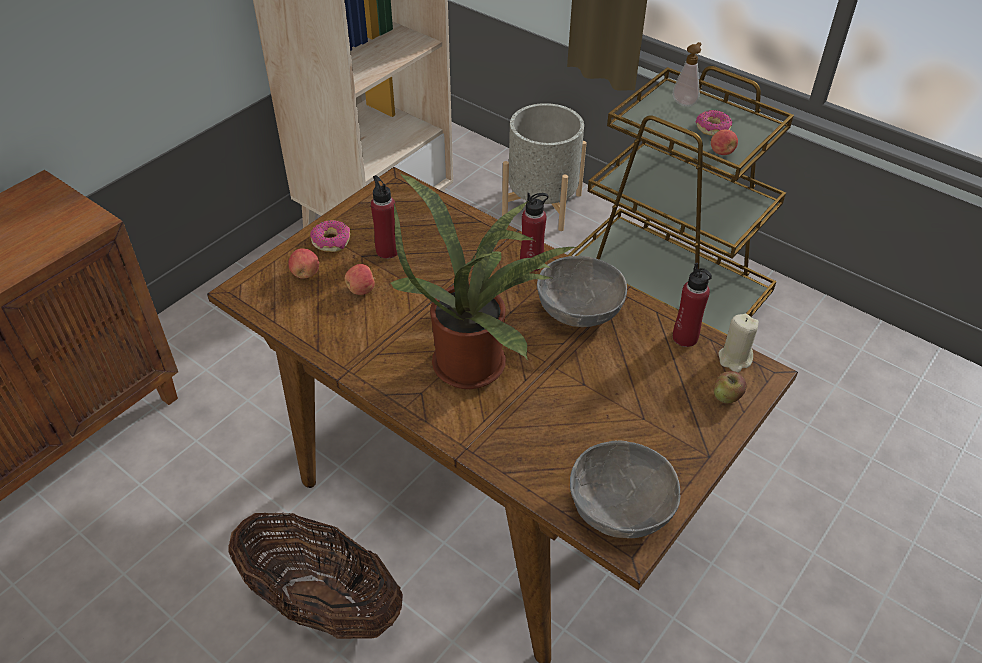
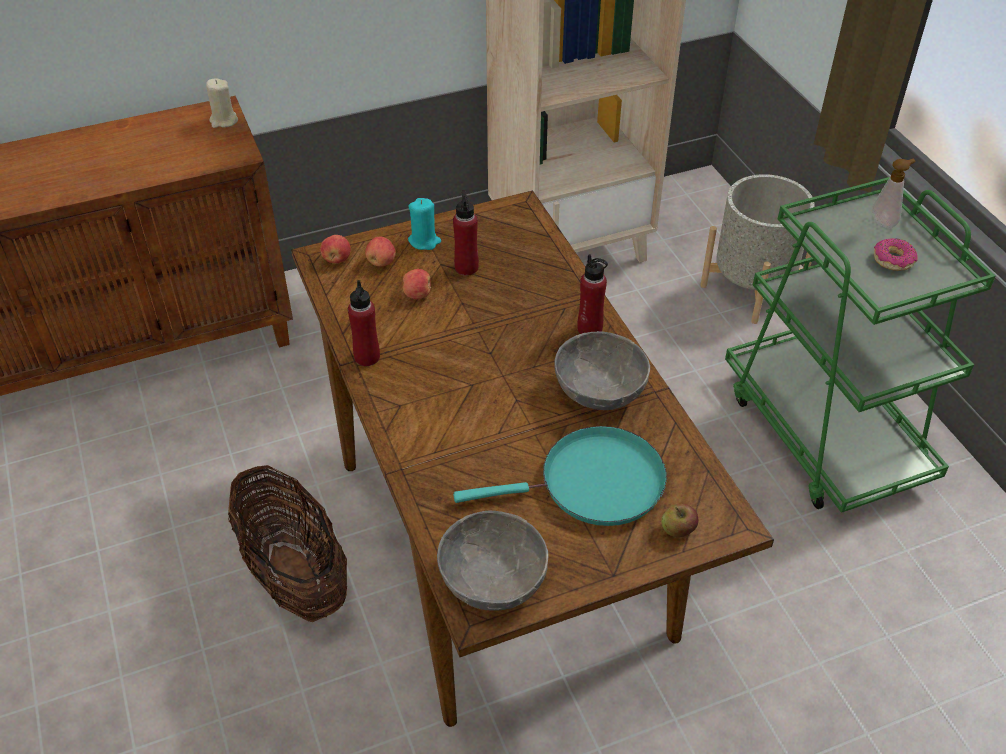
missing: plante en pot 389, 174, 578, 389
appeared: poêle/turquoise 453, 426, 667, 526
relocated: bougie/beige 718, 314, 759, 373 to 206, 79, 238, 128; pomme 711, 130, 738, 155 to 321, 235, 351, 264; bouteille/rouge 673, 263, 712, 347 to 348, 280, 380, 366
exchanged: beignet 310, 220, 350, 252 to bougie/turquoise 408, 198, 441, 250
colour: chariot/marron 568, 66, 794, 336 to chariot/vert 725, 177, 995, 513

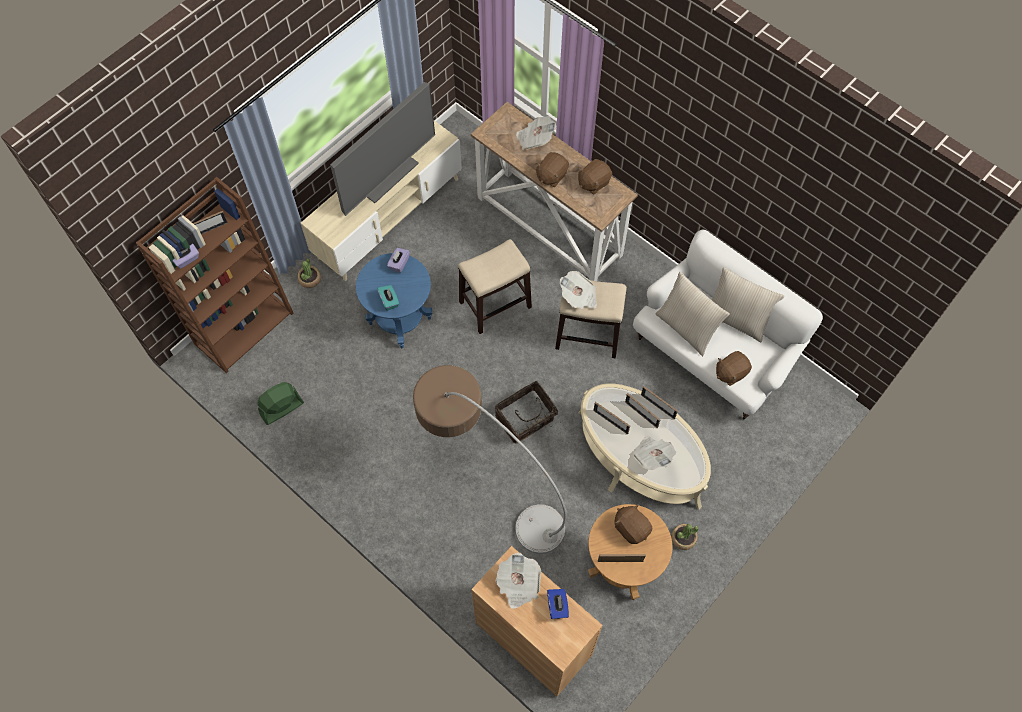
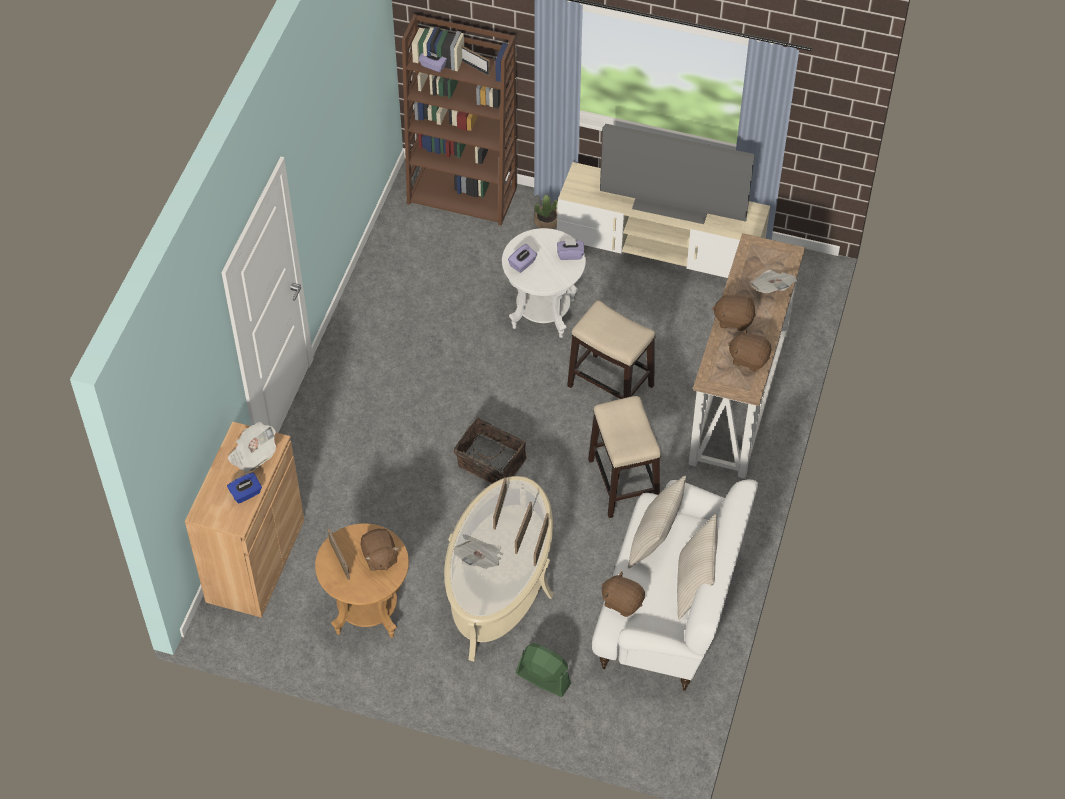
missing: lampadaire 413, 365, 567, 554; journal 560, 271, 597, 309; plante en pot 671, 524, 699, 550
relocated: ventilateur/vert 258, 382, 304, 425 to 516, 643, 571, 697
colour: table d'appoint/bleu 356, 253, 432, 348 to table d'appoint/blanc 502, 228, 586, 338; boîte à mouchoirs/turquoise 377, 285, 399, 311 to boîte à mouchoirs/violet 508, 244, 537, 273
spun: peluche/marron 614, 504, 653, 544 = 361, 529, 399, 571 135 degrees clockwise

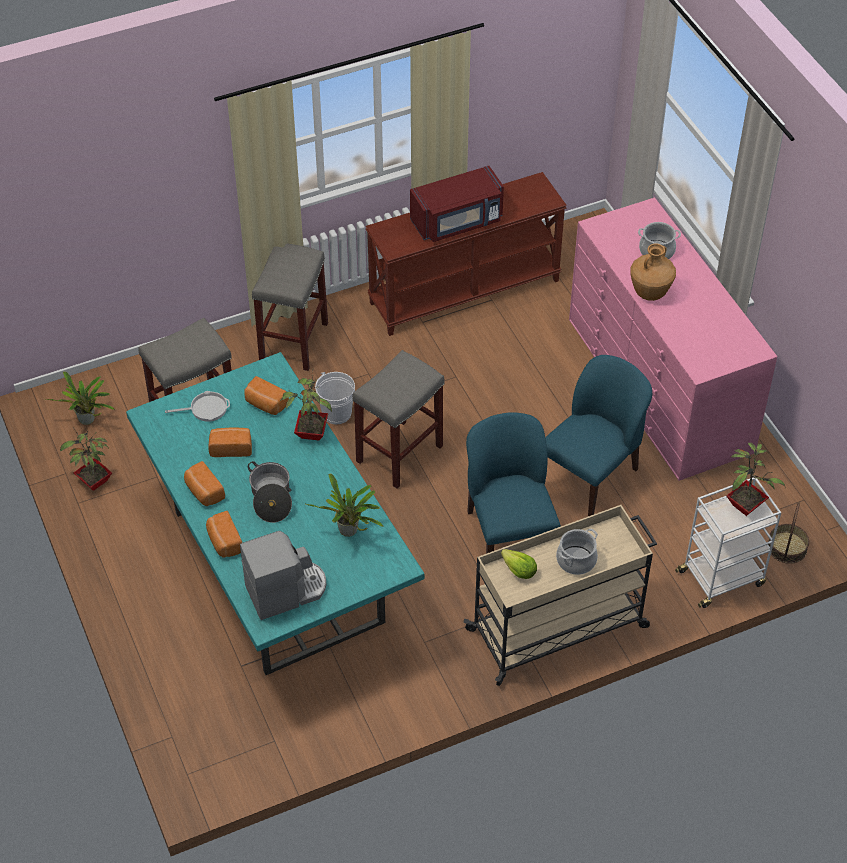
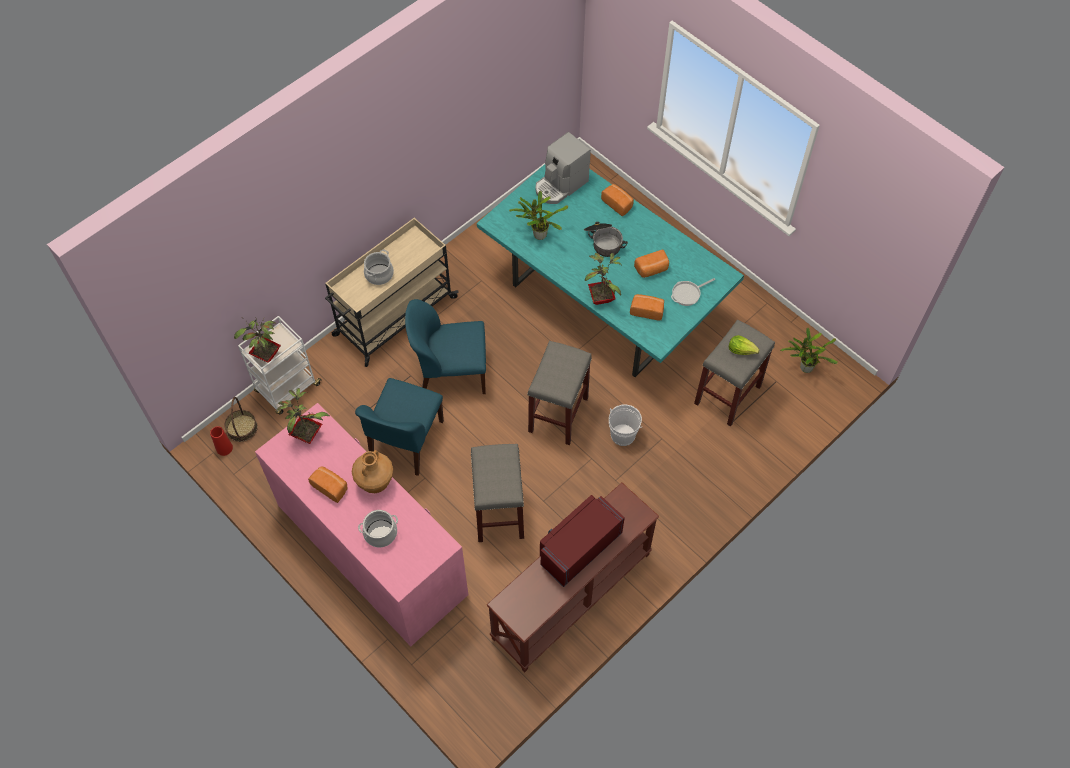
appeared: vase/rouge 210, 426, 233, 456
relocated: plante en pot 60, 427, 112, 491 to 276, 388, 330, 444; pain 184, 461, 225, 506 to 308, 466, 347, 503; tabouret/gris 252, 243, 328, 371 to 471, 444, 524, 542; laitue 501, 549, 537, 579 to 729, 335, 760, 355
spun: chaise/bleu 466, 412, 561, 554 = 405, 299, 486, 394 120 degrees clockwise

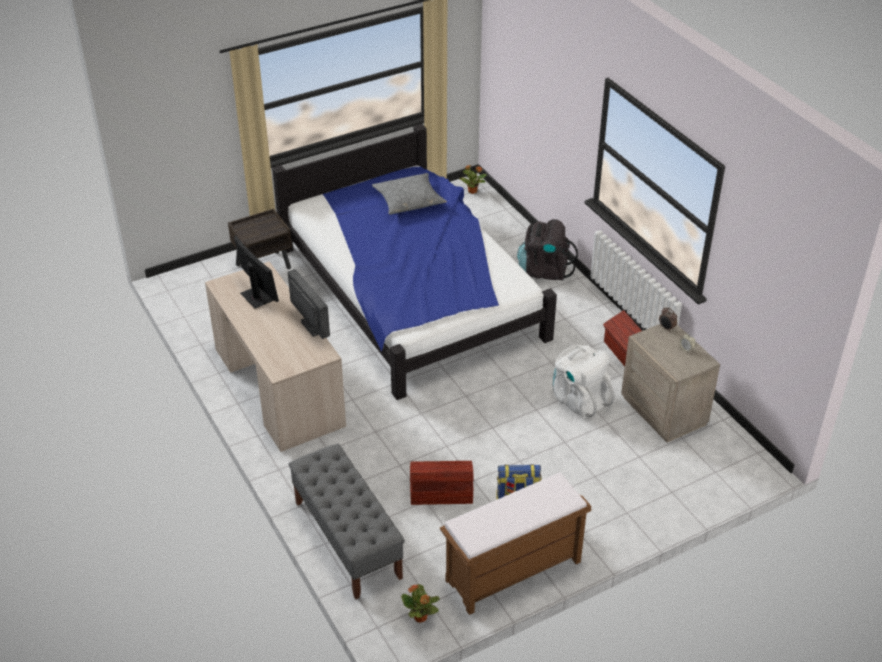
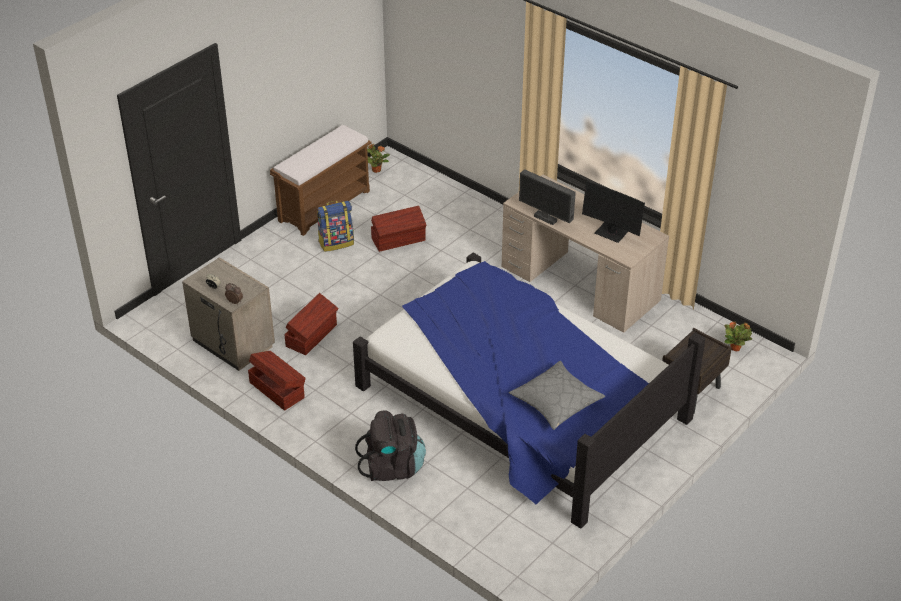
missing: banc/gris 289, 444, 405, 599
relocated: plante en pot 460, 165, 487, 194 to 724, 322, 752, 351
exchanged: sac à dos/blanc 553, 345, 615, 418 to boîte de rangement/marron 284, 293, 338, 355

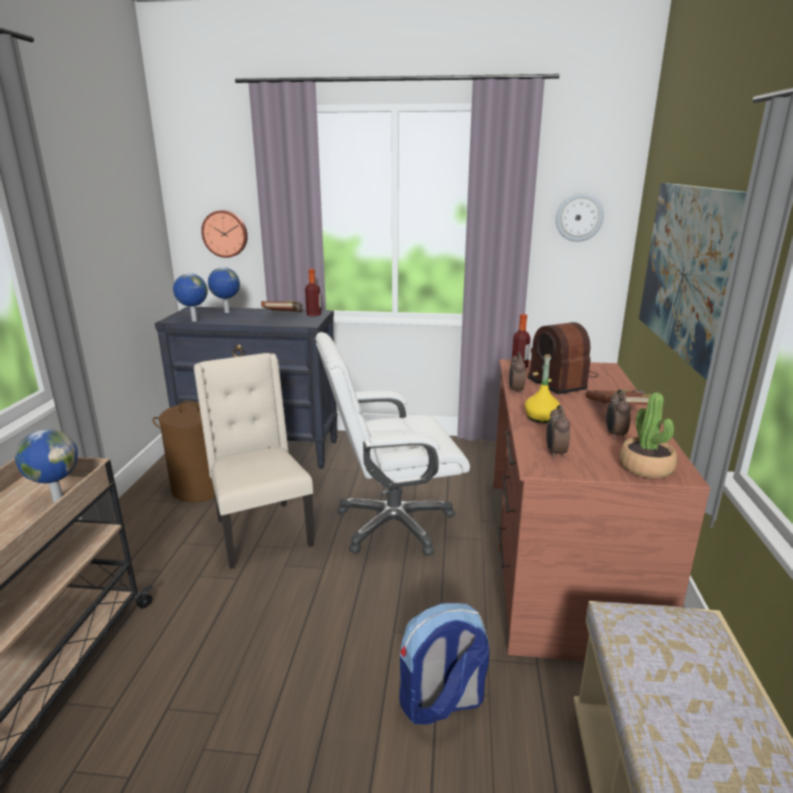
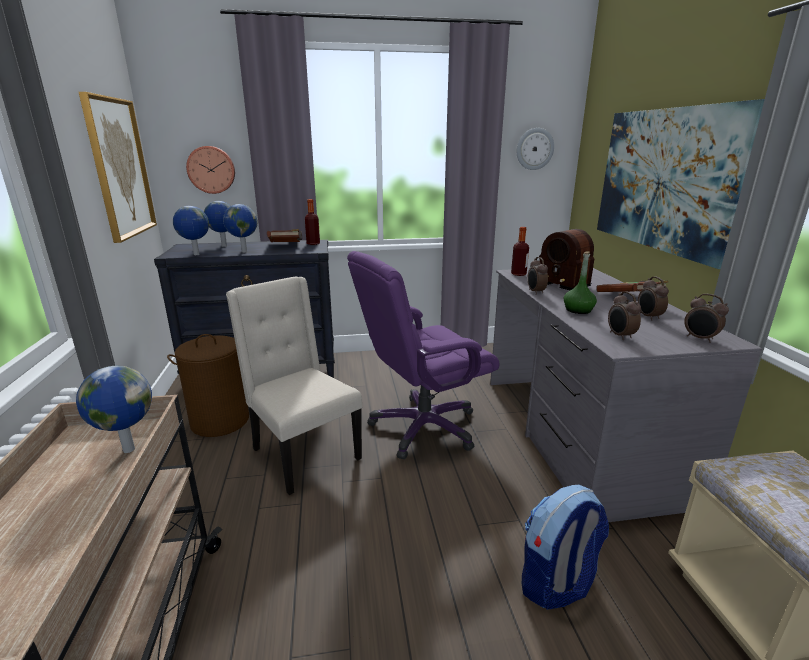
appeared: tableau 79, 92, 157, 243; globe 223, 204, 258, 253
exchanged: plante en pot 619, 393, 677, 478 to réveil 684, 294, 729, 343
colour: chaise de bureau/blanc 315, 332, 470, 556 to chaise de bureau/violet 347, 251, 500, 459; bureau/marron 493, 359, 711, 661 to bureau/gris 490, 268, 762, 522; bouteille/jaune 525, 354, 560, 423 to bouteille/vert 564, 251, 597, 314

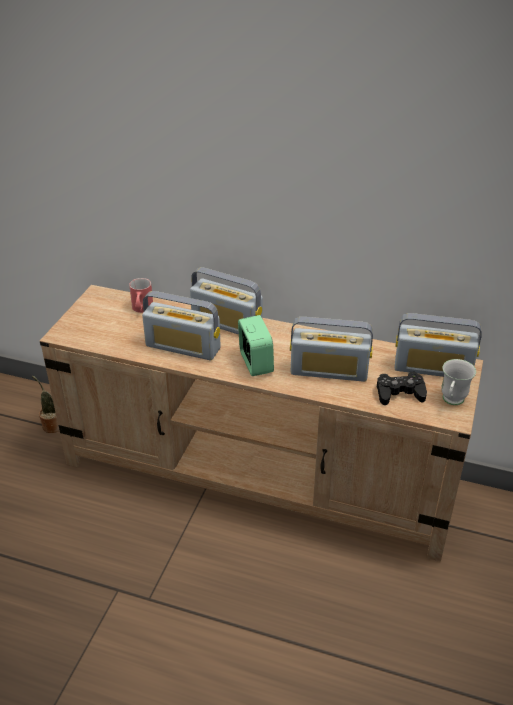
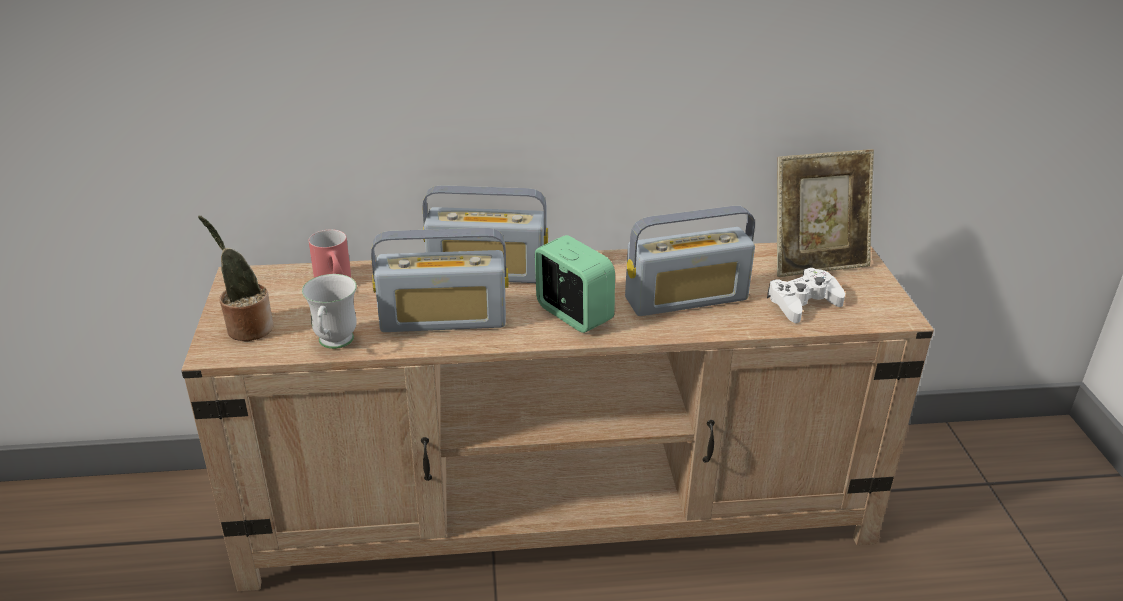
relocated: plante en pot 32, 376, 59, 433 to 198, 216, 274, 341; mug/blanc 441, 359, 476, 405 to 302, 274, 357, 349
exchanged: radio 395, 313, 482, 377 to cadre photo 777, 149, 874, 277
colour: manette/noir 377, 372, 427, 405 to manette/blanc 767, 268, 845, 323

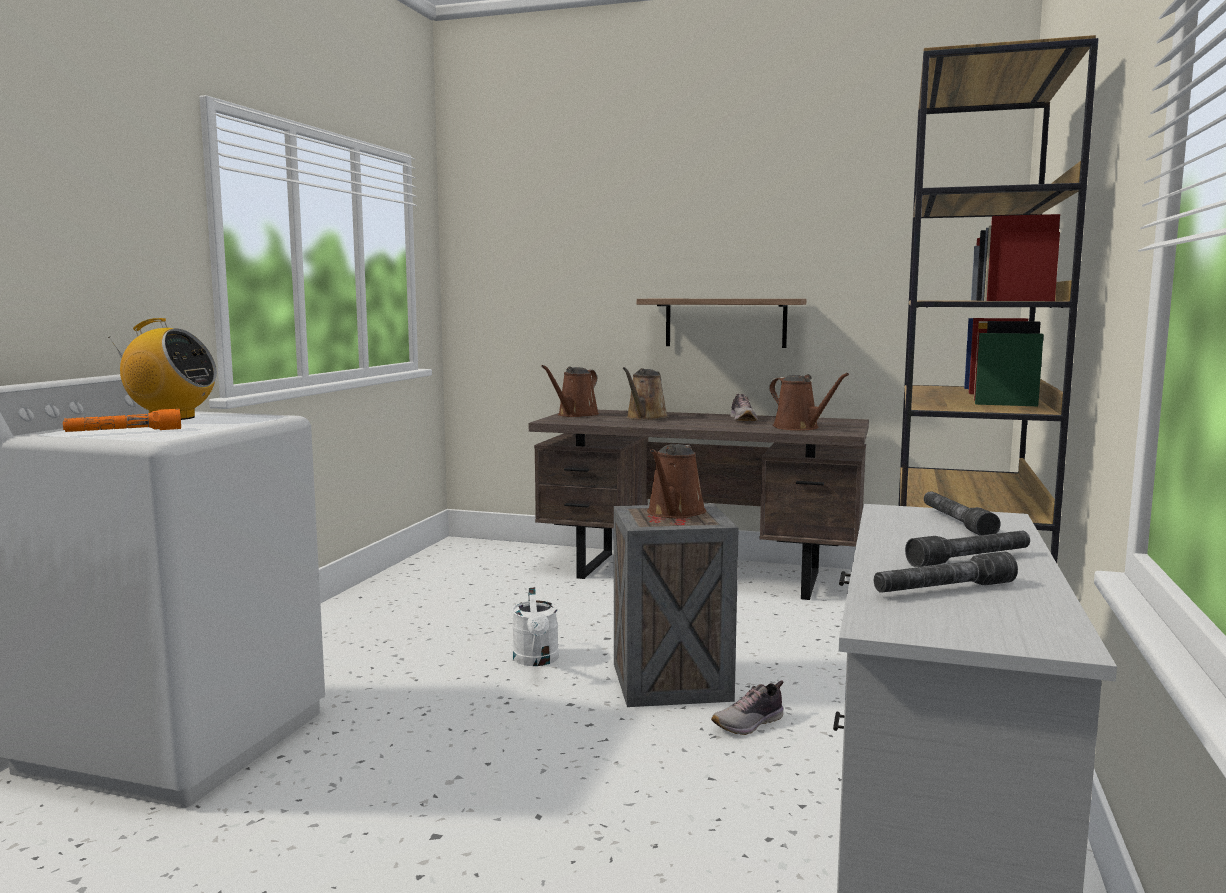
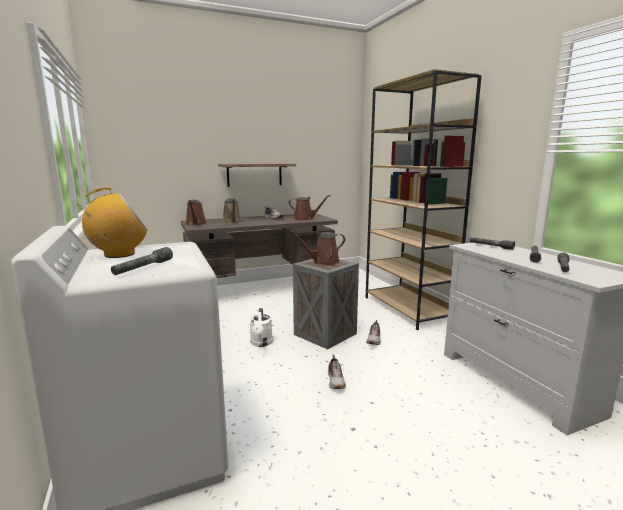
appeared: chaussure 328, 355, 346, 389
colour: lampe de poche/orange 63, 409, 181, 432 to lampe de poche/gris 111, 247, 173, 275
spun: arrosoir/blanc 512, 587, 559, 666 = 249, 308, 273, 347 45 degrees clockwise; arrosoir/marron 647, 444, 706, 518 = 291, 231, 345, 265 90 degrees clockwise

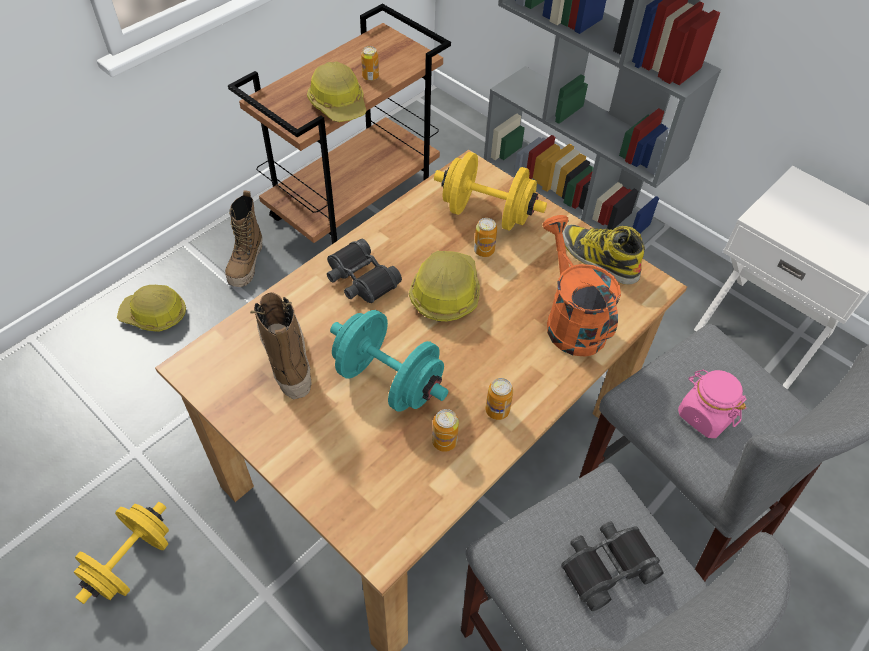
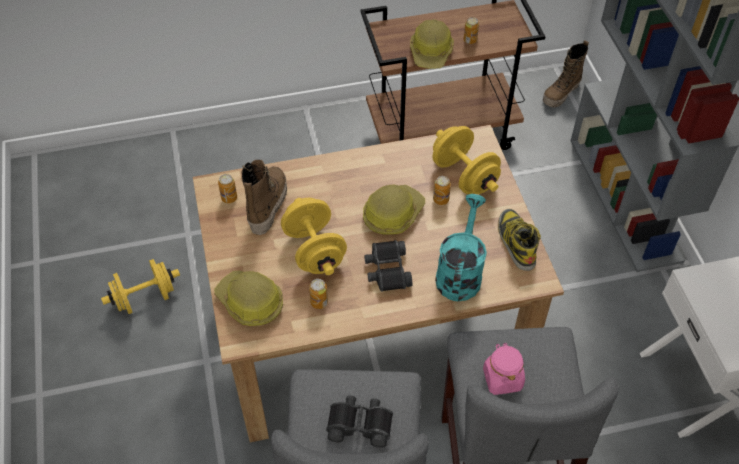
relocated: casque de chantier 117, 285, 186, 332 to 214, 271, 283, 326; boîte métallique 485, 378, 513, 420 to 218, 174, 237, 203; jumelles/noir 327, 239, 402, 303 to 364, 240, 412, 292; botte 225, 191, 263, 287 to 543, 40, 589, 107
colour: haltère/turquoise 330, 310, 448, 412 to haltère/jaune 281, 198, 347, 275; arrosoir/orange 542, 215, 621, 357 to arrosoir/turquoise 435, 194, 487, 301

